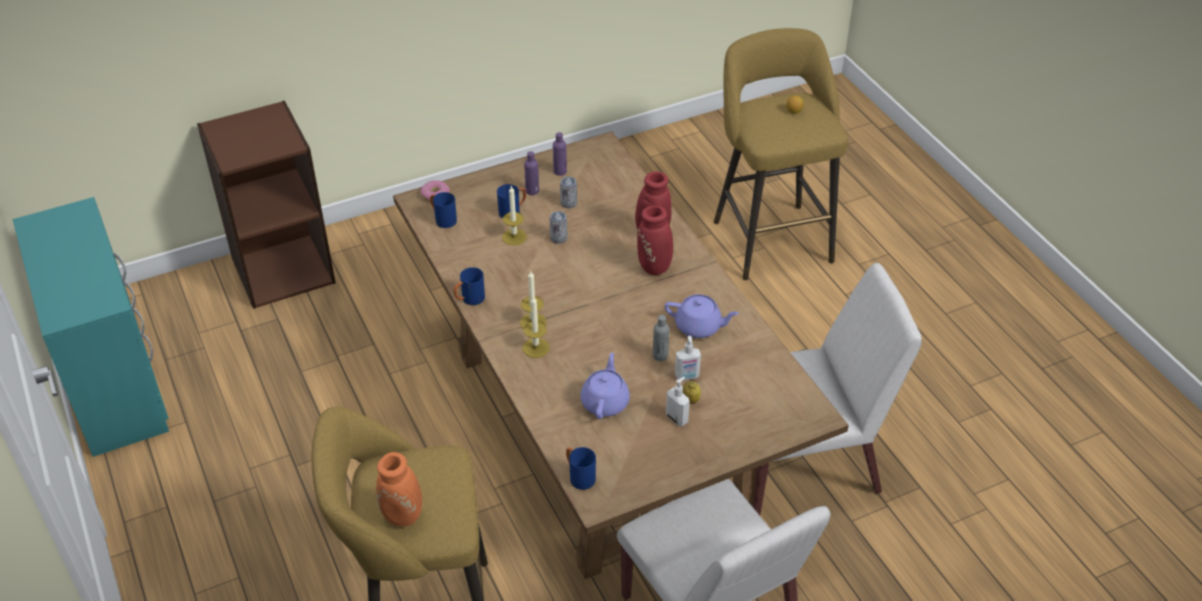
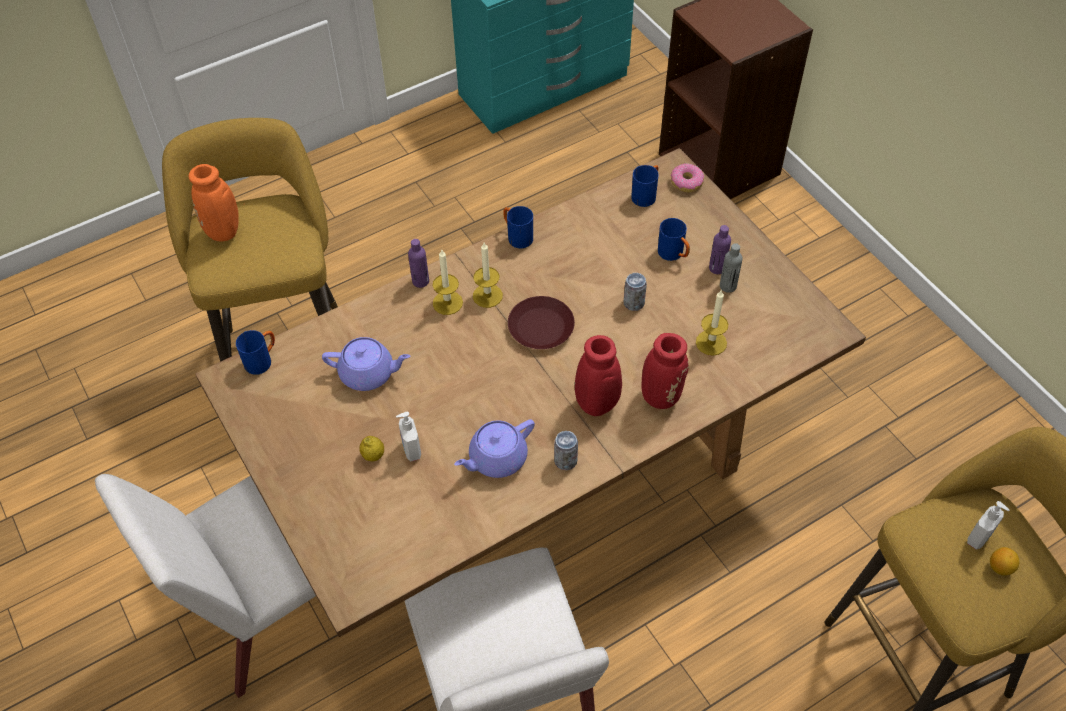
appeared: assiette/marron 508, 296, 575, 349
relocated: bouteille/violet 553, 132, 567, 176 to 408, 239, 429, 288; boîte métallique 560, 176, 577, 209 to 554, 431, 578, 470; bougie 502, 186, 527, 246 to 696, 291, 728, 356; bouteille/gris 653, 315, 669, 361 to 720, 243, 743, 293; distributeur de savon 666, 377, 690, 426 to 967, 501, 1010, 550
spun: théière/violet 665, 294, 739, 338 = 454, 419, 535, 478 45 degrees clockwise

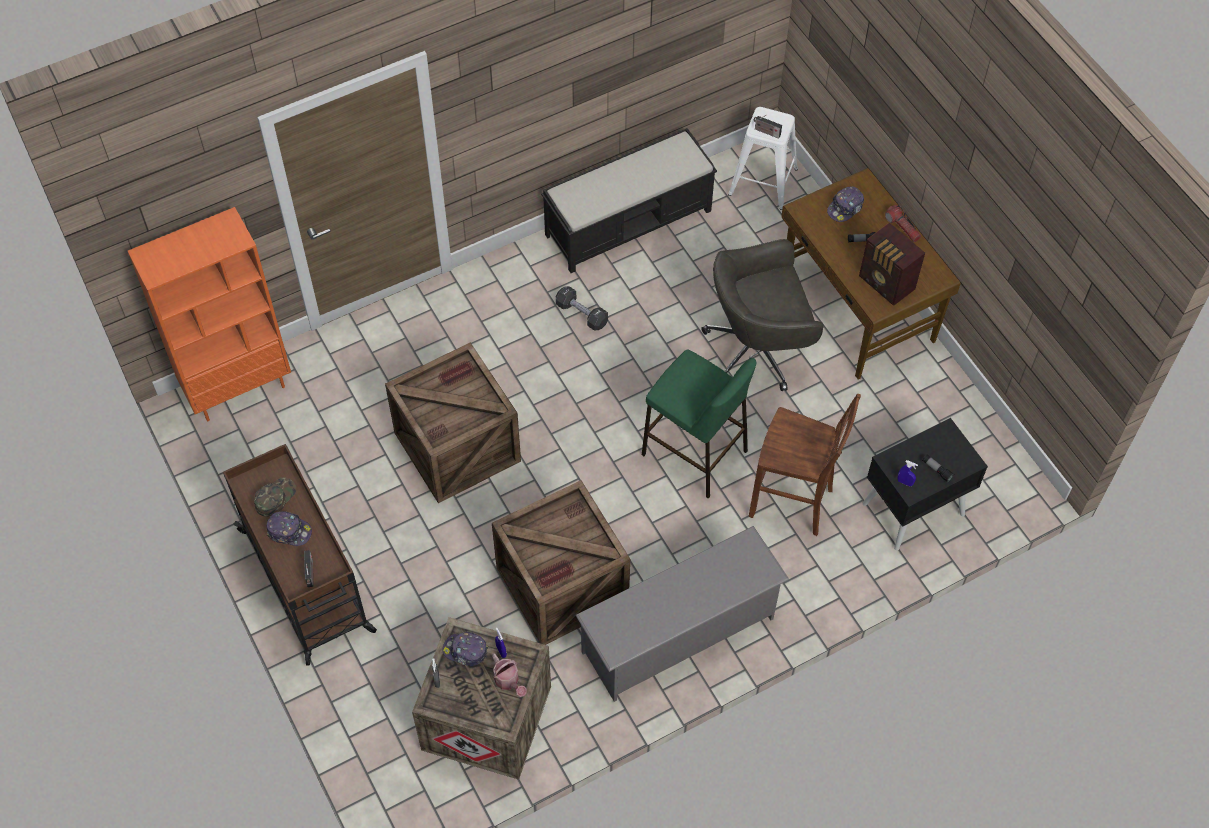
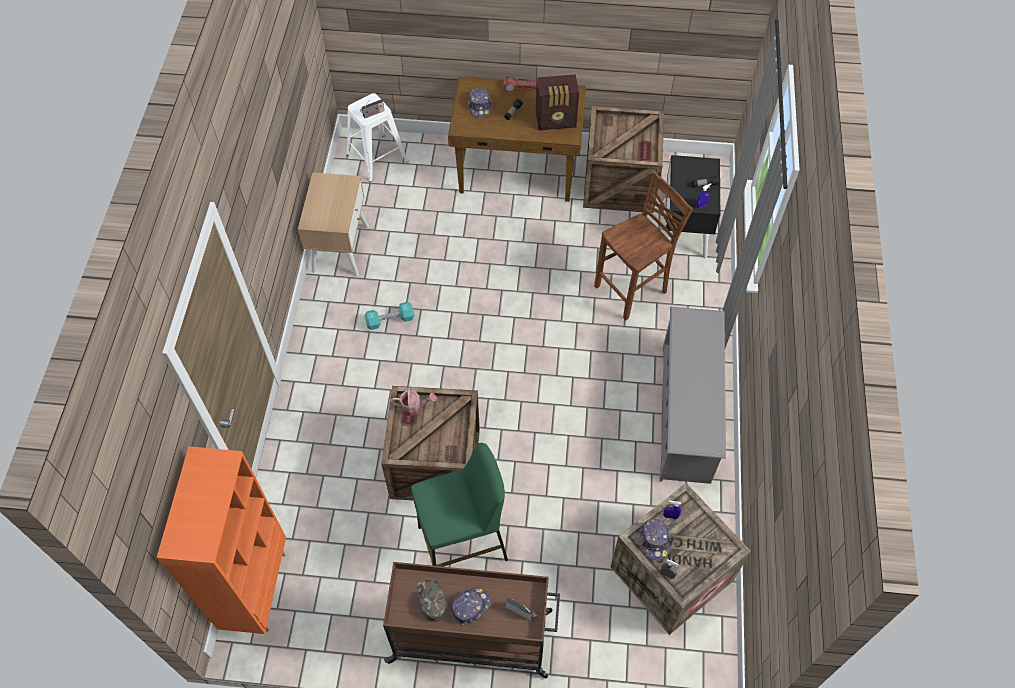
missing: chaise de bureau/gris 701, 239, 824, 391
relocated: arrosoir 492, 653, 527, 697 to 391, 388, 437, 416; tabouret/vert 642, 349, 756, 499 to 411, 443, 508, 567; caisse 492, 480, 630, 645 to 583, 106, 664, 213
exchanged: banc/noir 541, 128, 717, 273 to table de chevet/beige 298, 172, 369, 277
colour: haltère/noir 556, 286, 608, 331 to haltère/turquoise 364, 302, 414, 330
spun: casquette 442, 631, 489, 666 = 640, 519, 671, 560 60 degrees counterclockwise

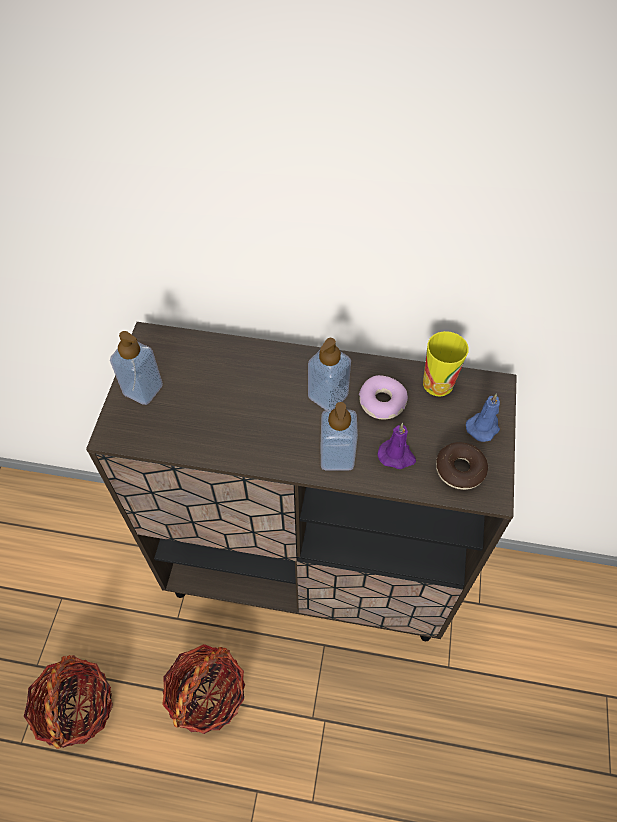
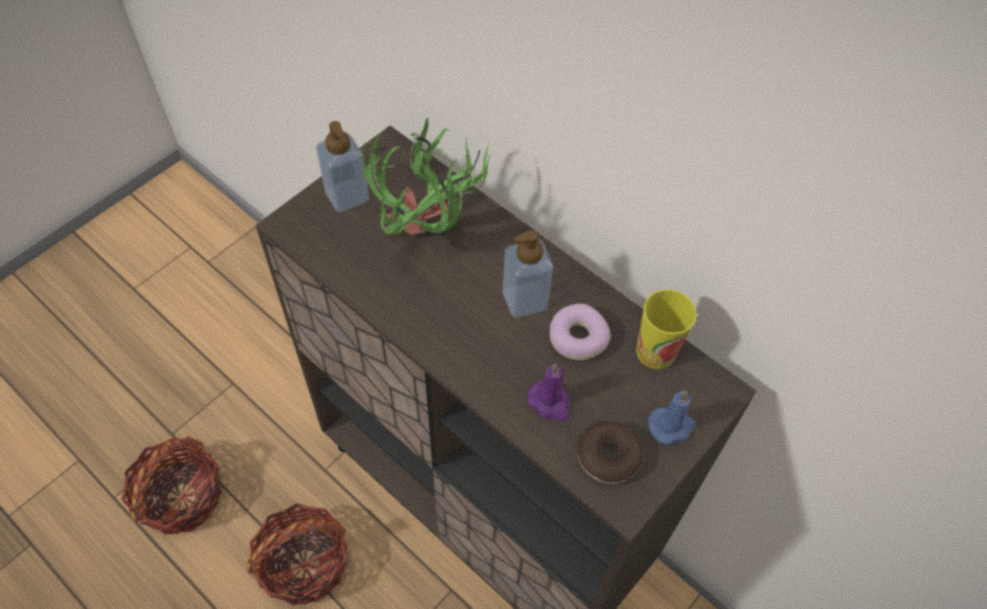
missing: distributeur de savon 321, 402, 358, 471
appeared: plante en pot 362, 118, 490, 236

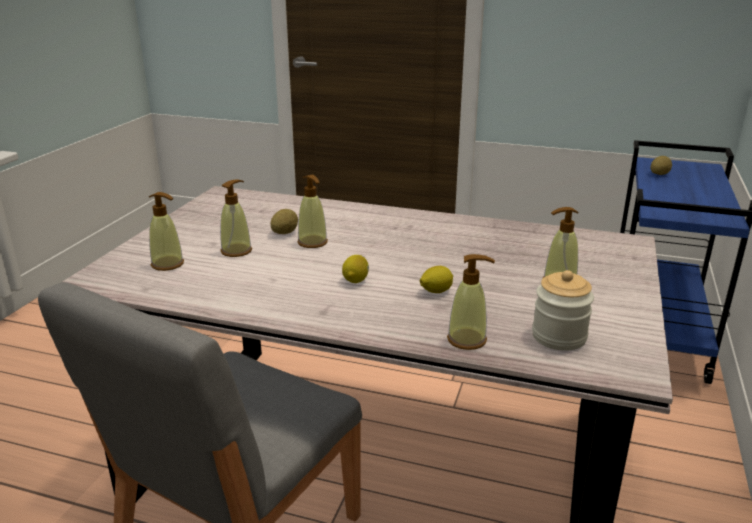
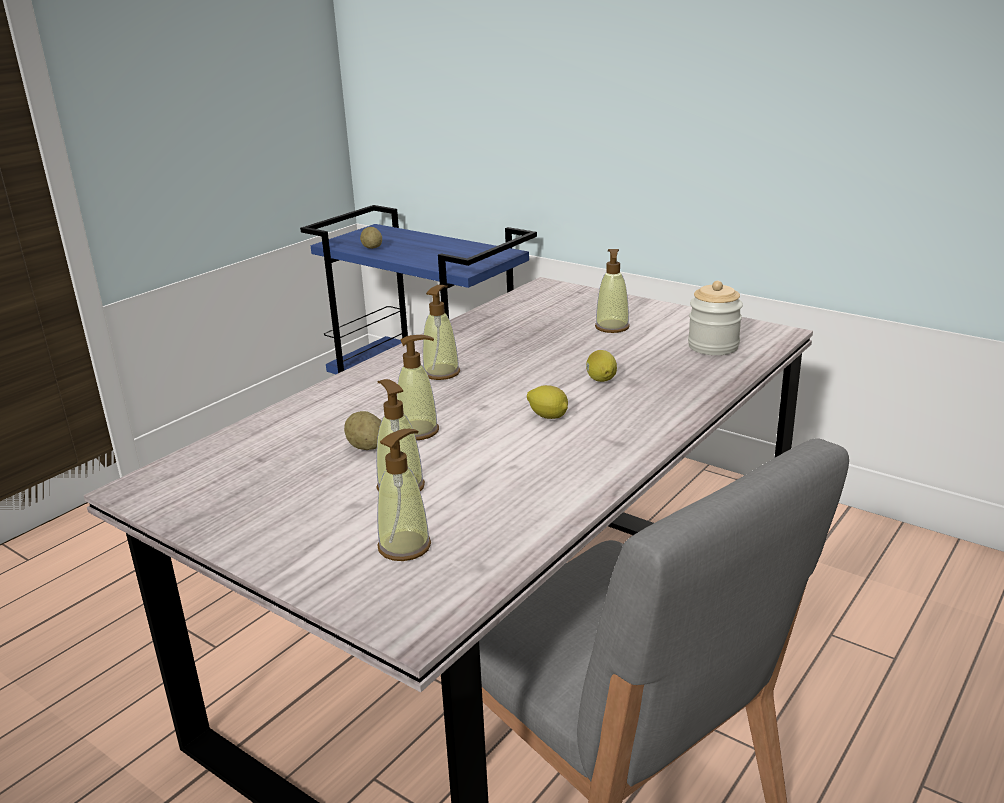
relocated: distributeur de savon 447, 254, 495, 350 to 423, 285, 460, 380

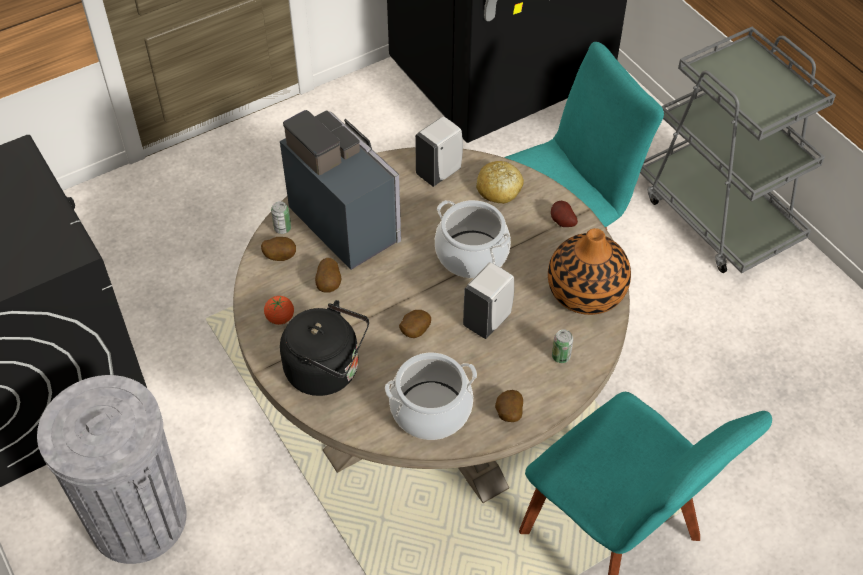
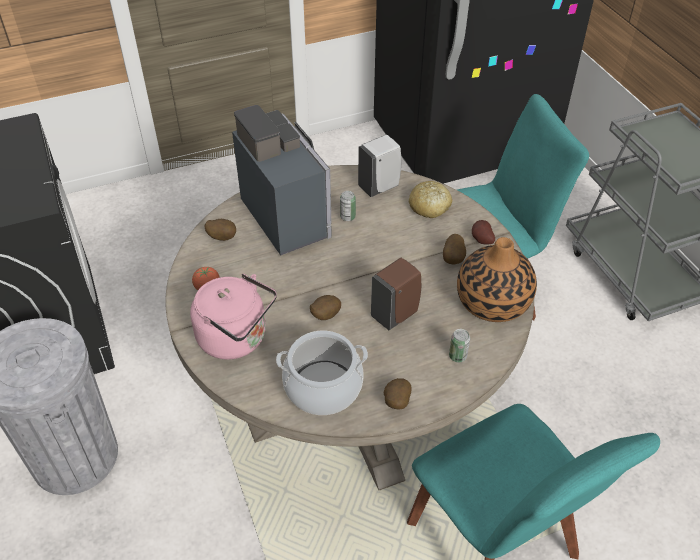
missing: marmite 435, 200, 511, 278
relocated: boîte métallique 271, 201, 291, 234 to 340, 191, 356, 221; pomme de terre 315, 258, 342, 293 to 443, 234, 466, 264
colour: bouilloire/noir 280, 300, 369, 396 to bouilloire/rose 190, 274, 277, 360; distributeur de savon/blanc 463, 262, 514, 339 to distributeur de savon/marron 371, 257, 421, 330

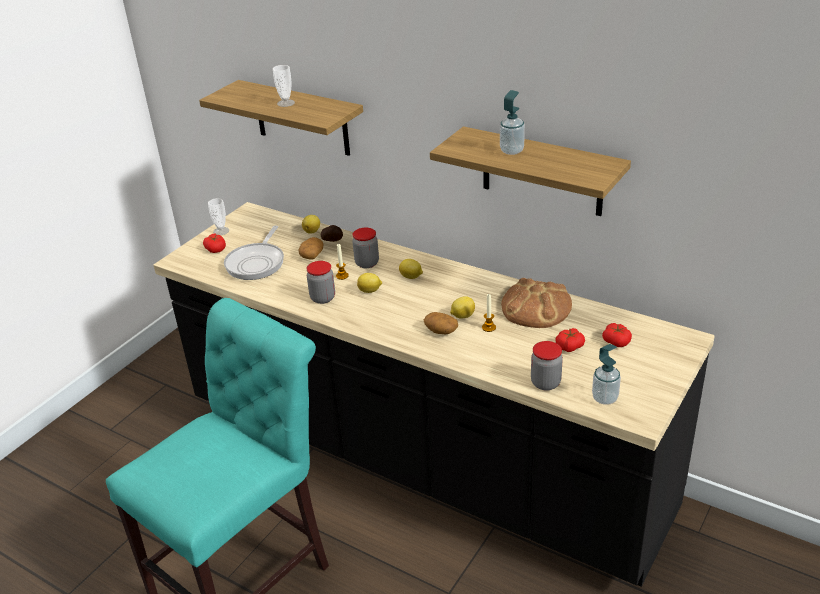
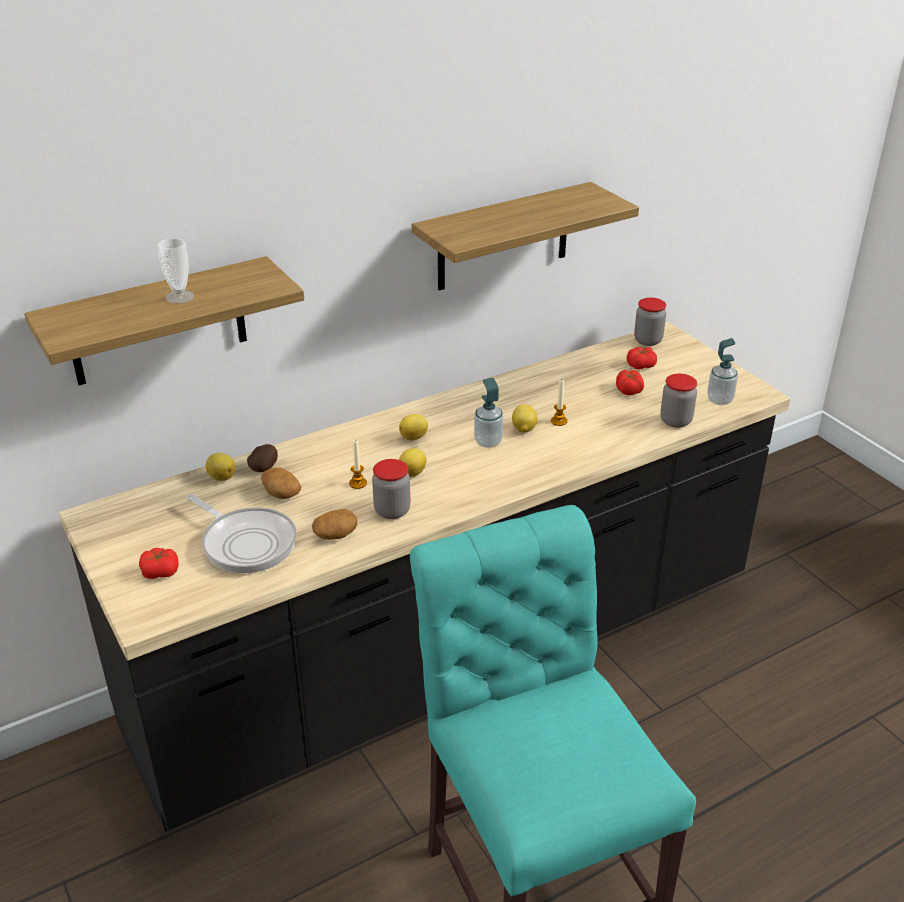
missing: tasse 208, 198, 229, 235; pain 501, 278, 572, 328
relocated: pomme de terre 424, 312, 458, 334 to 312, 509, 357, 540; distributeur de savon 500, 90, 525, 155 to 474, 378, 503, 448; bocal 352, 227, 379, 268 to 634, 298, 666, 346

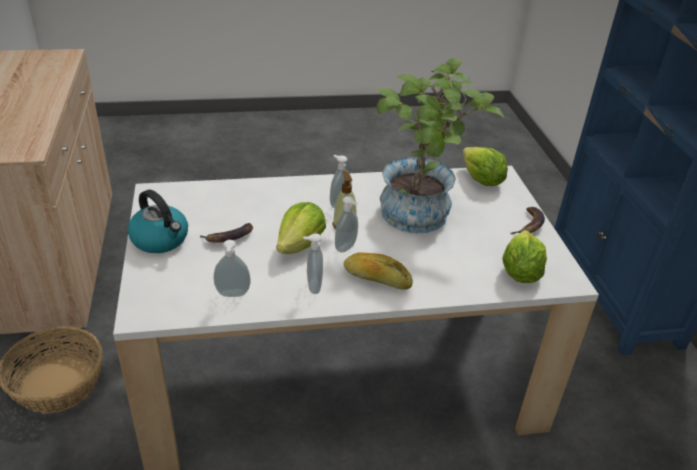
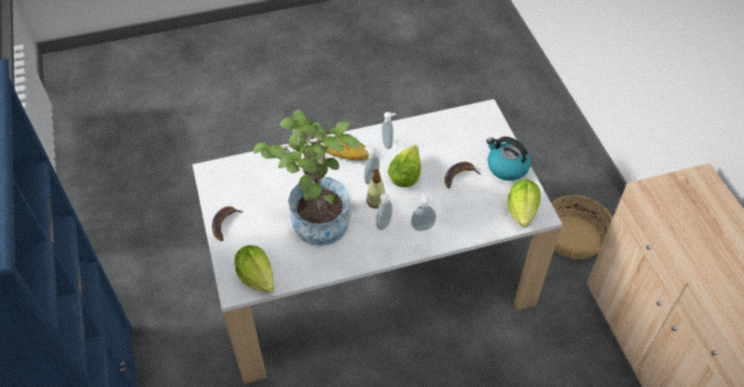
relocated: distributeur de savon 214, 240, 251, 297 to 411, 193, 436, 231; laitue 502, 230, 547, 283 to 507, 179, 541, 227

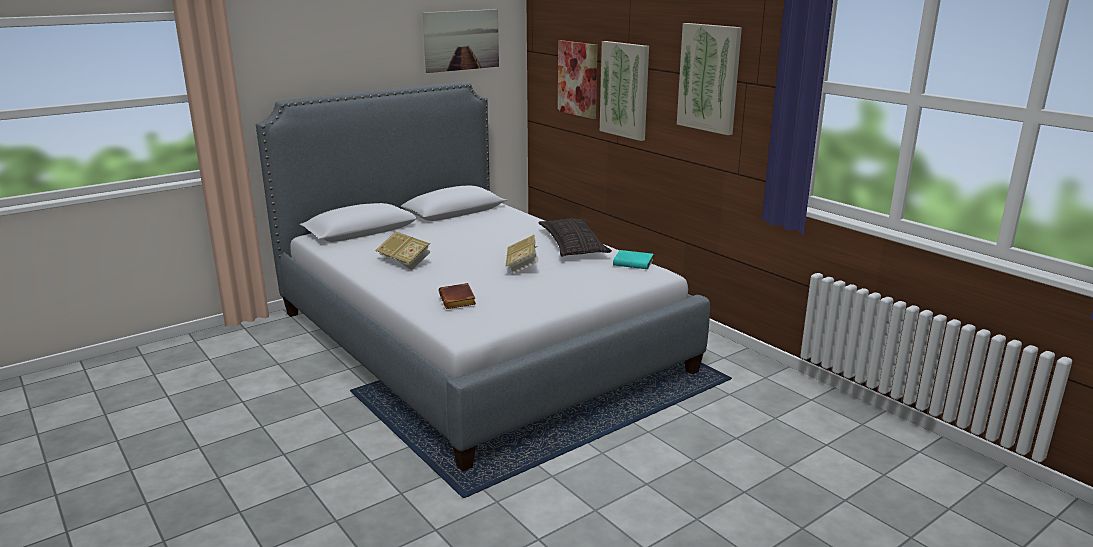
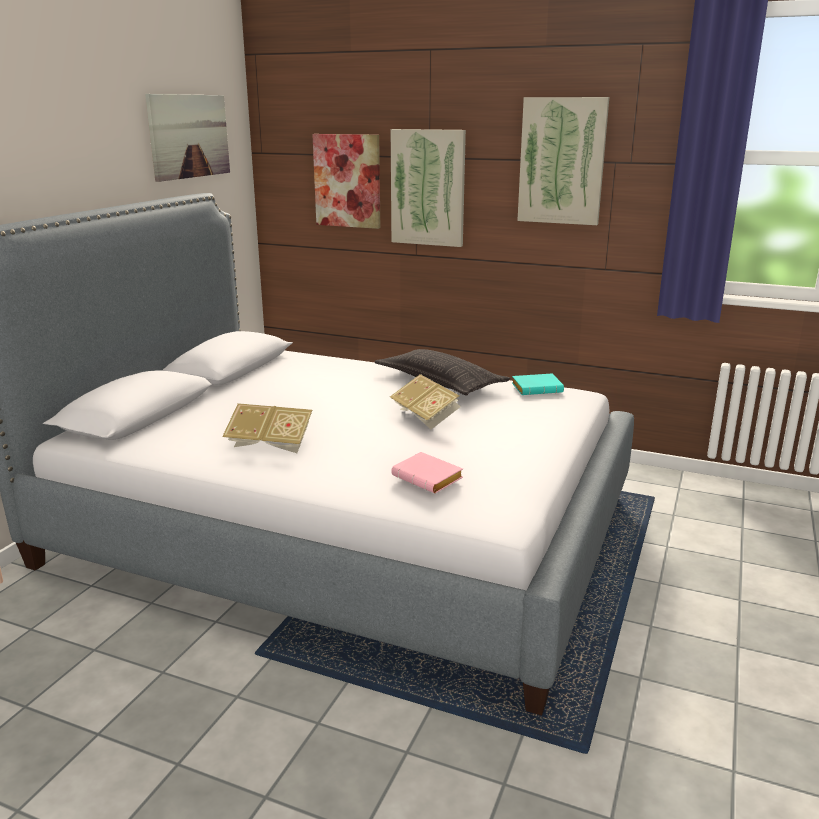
colour: livre/marron 439, 283, 476, 309 to livre/rose 391, 452, 463, 493

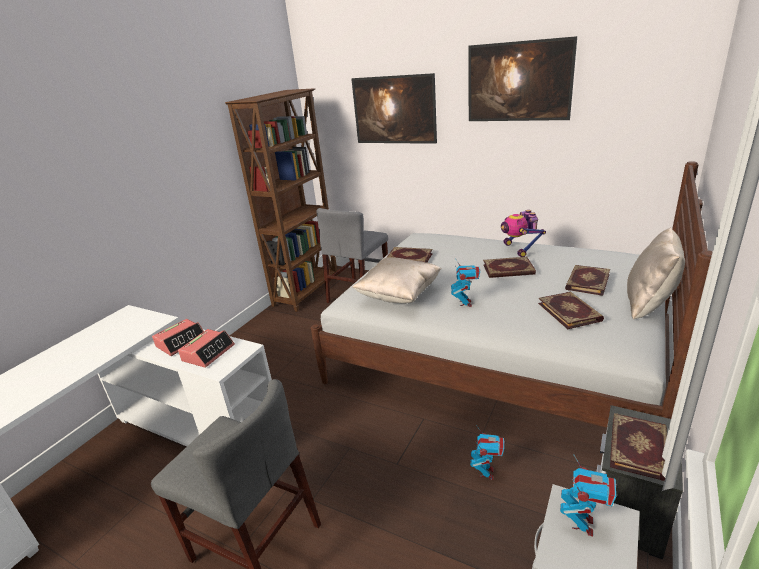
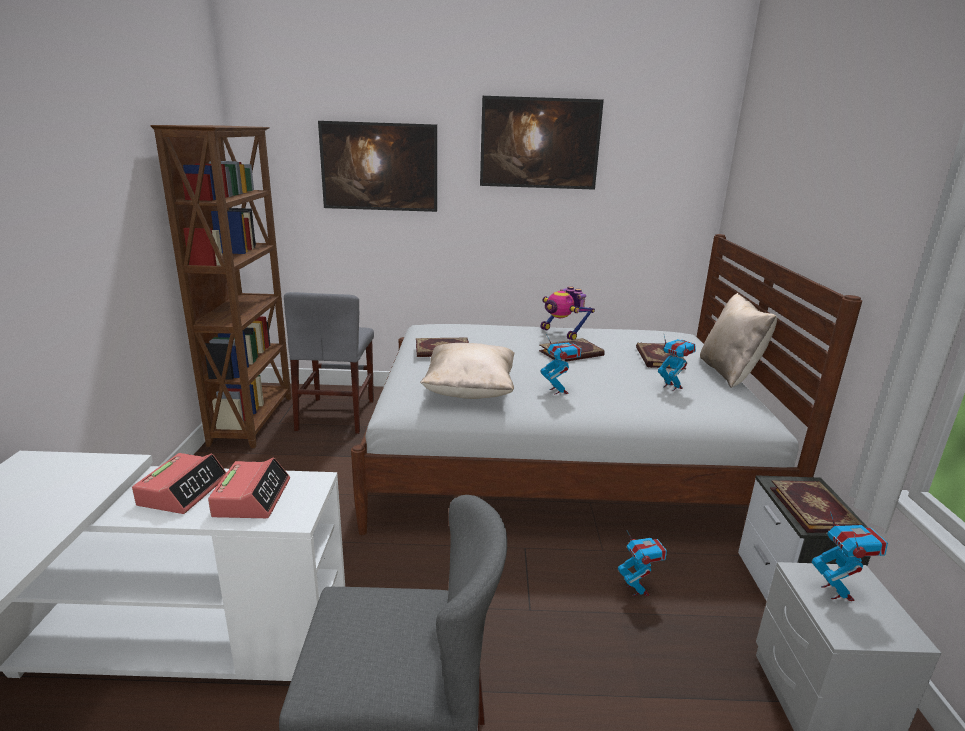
exchanged: livre 538, 292, 604, 329 to robot jouet 658, 336, 696, 391

